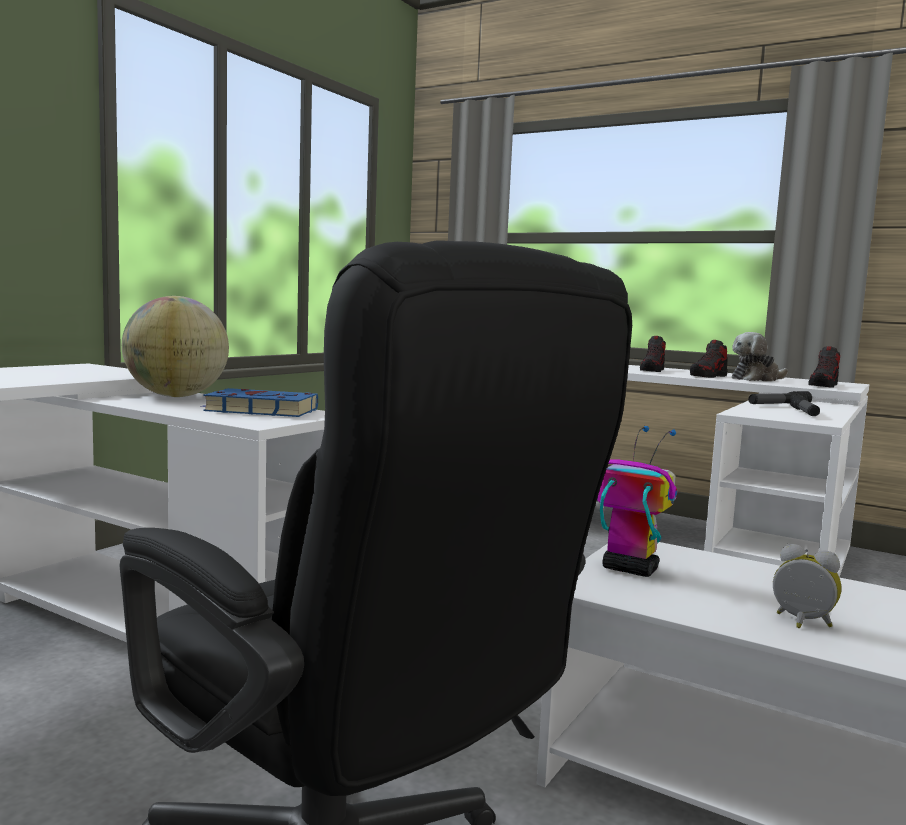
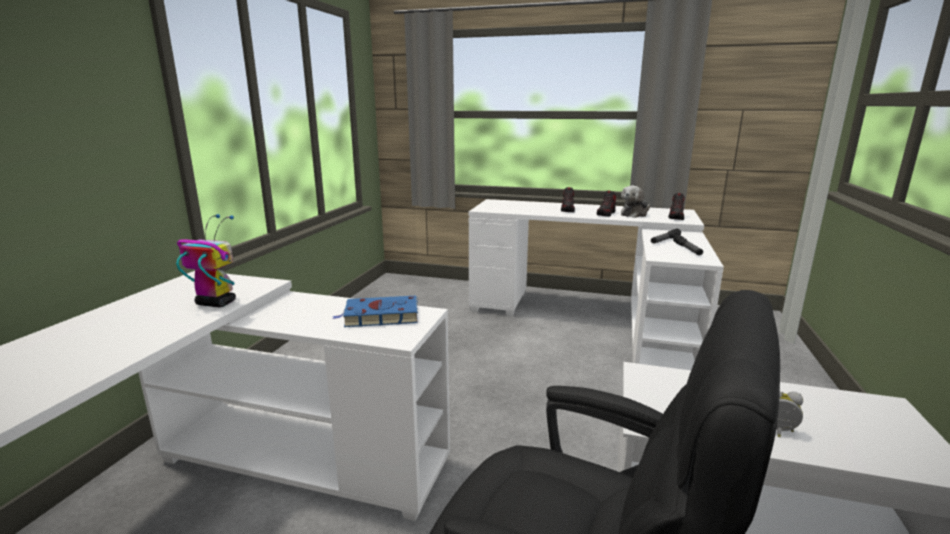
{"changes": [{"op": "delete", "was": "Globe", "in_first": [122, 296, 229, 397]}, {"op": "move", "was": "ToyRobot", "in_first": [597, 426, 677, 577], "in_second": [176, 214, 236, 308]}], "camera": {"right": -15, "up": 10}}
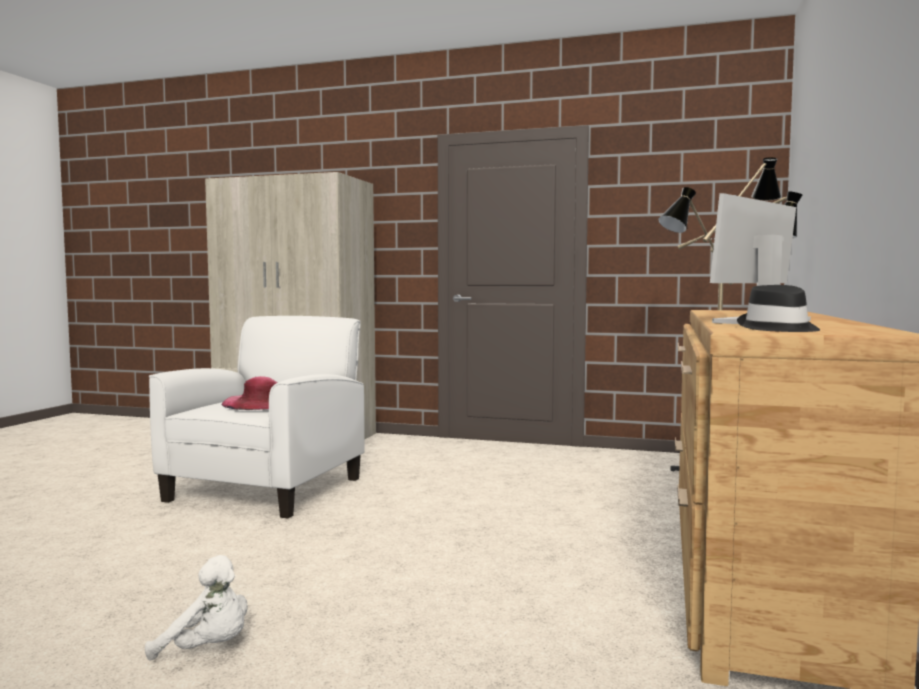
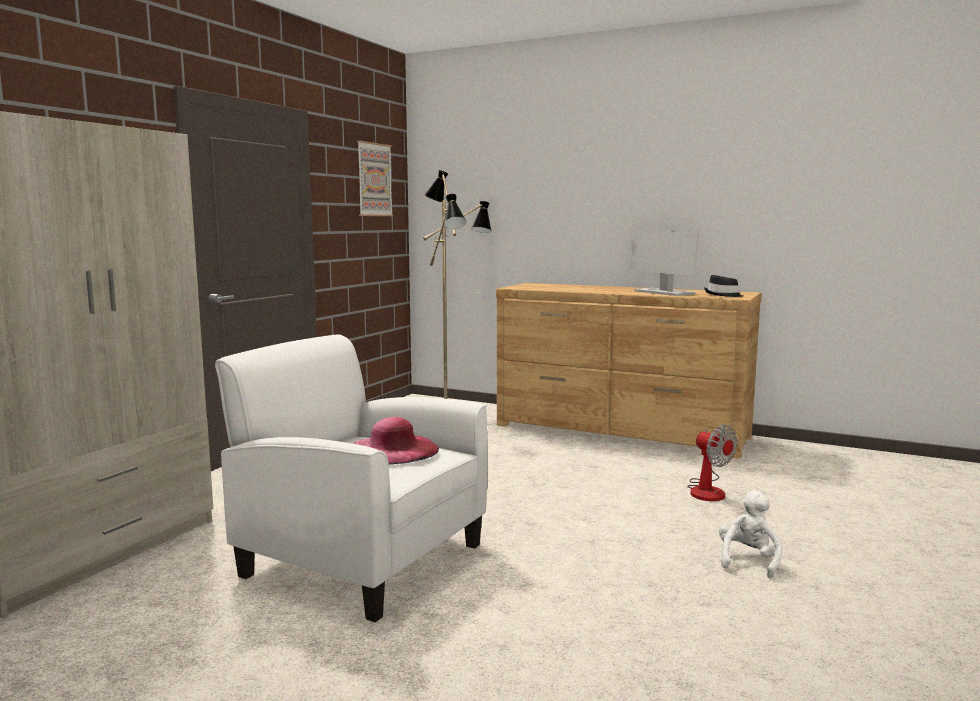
{"changes": [{"op": "insert", "now": "Picture", "in_second": [357, 141, 393, 216]}, {"op": "insert", "now": "Fan", "in_second": [687, 425, 738, 501]}], "camera": {"right": -80, "up": 5}}
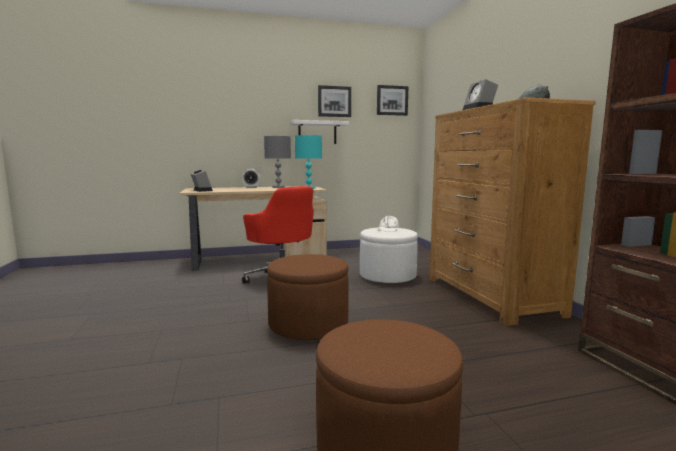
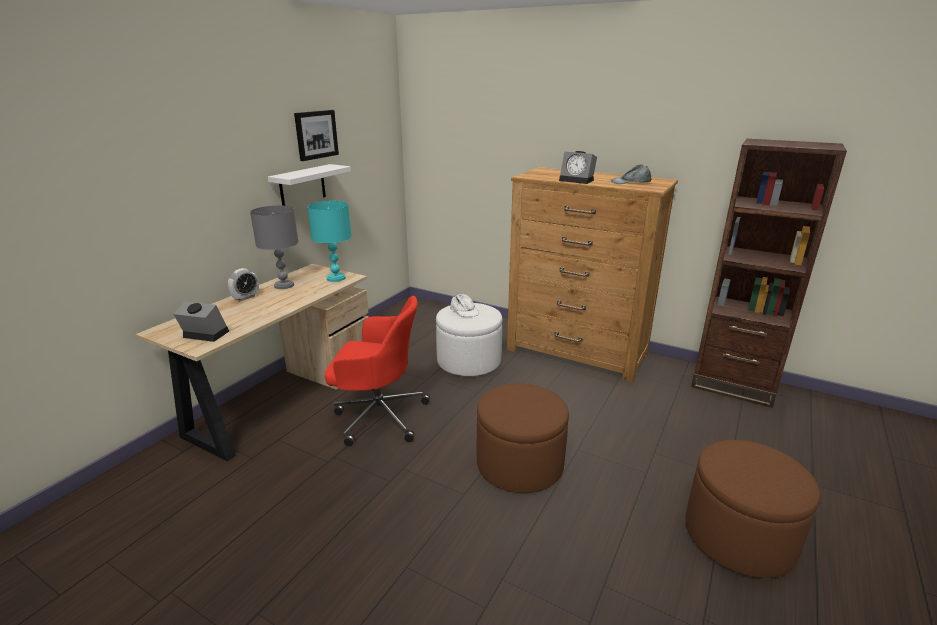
{"changes": [{"op": "delete", "was": "Picture", "in_first": [377, 85, 408, 116]}], "camera": {"right": -45, "up": 15}}
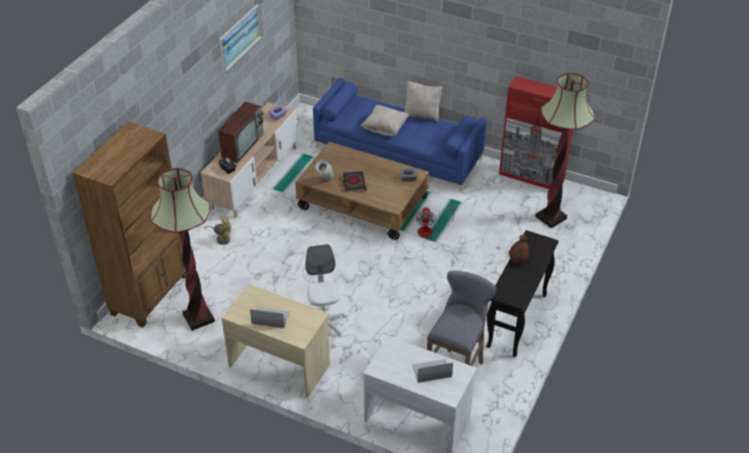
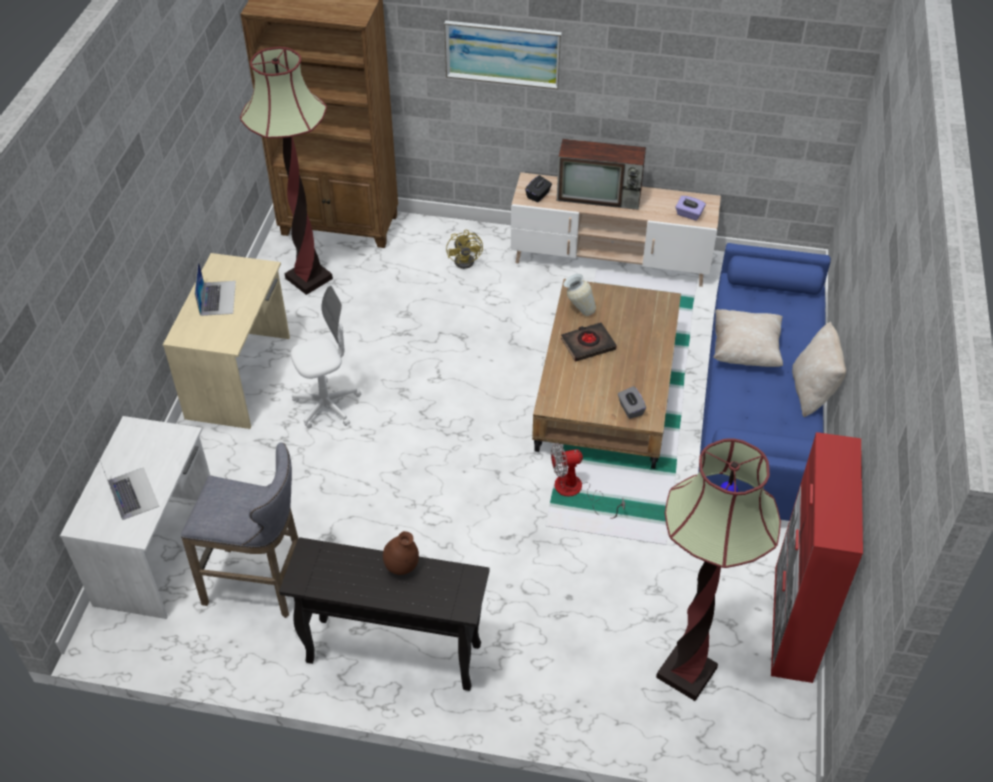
{"changes": [{"op": "move", "was": "Picture", "in_first": [219, 4, 263, 73], "in_second": [444, 20, 562, 90]}], "camera": {"right": 75, "up": 5}}
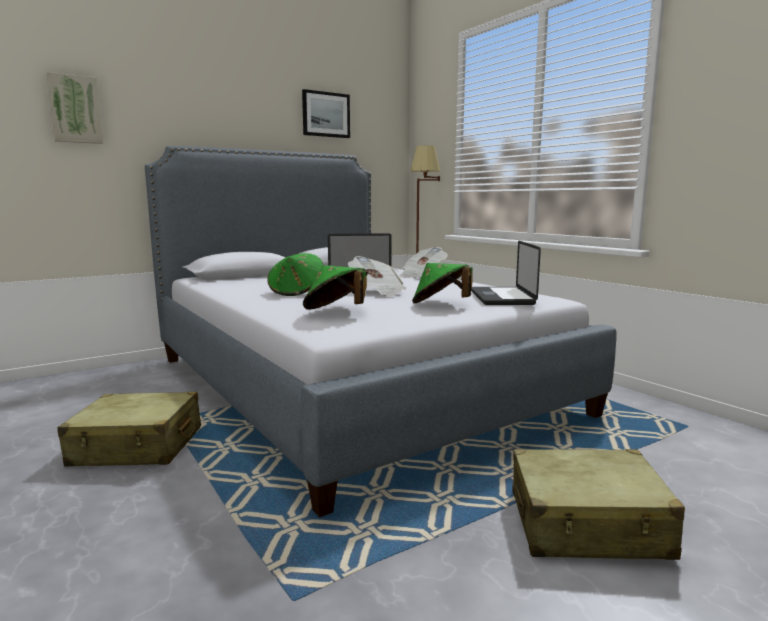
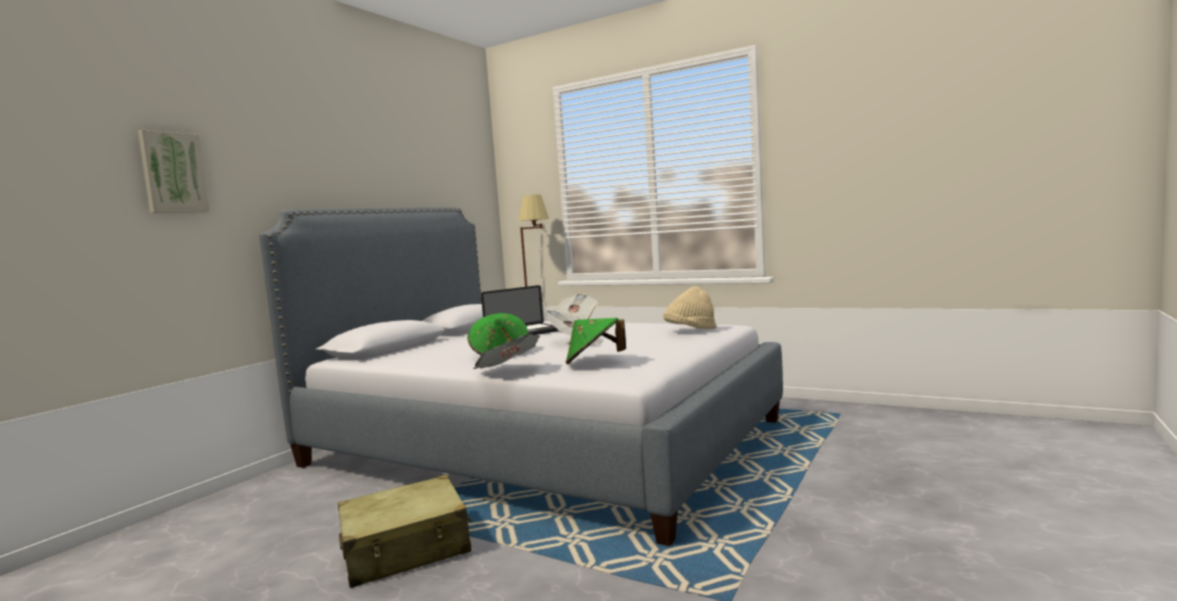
{"changes": [{"op": "delete", "was": "Picture", "in_first": [302, 89, 350, 138]}, {"op": "delete", "was": "GreenHat", "in_first": [412, 263, 473, 304]}, {"op": "replace", "was": "Laptop", "now": "BeigeHat", "in_first": [471, 241, 541, 305], "in_second": [663, 287, 717, 329]}, {"op": "delete", "was": "BeigeSuitcase", "in_first": [512, 449, 685, 560]}, {"op": "insert", "now": "Newspaper", "in_second": [473, 334, 540, 369]}], "camera": {"right": -25, "up": -5}}
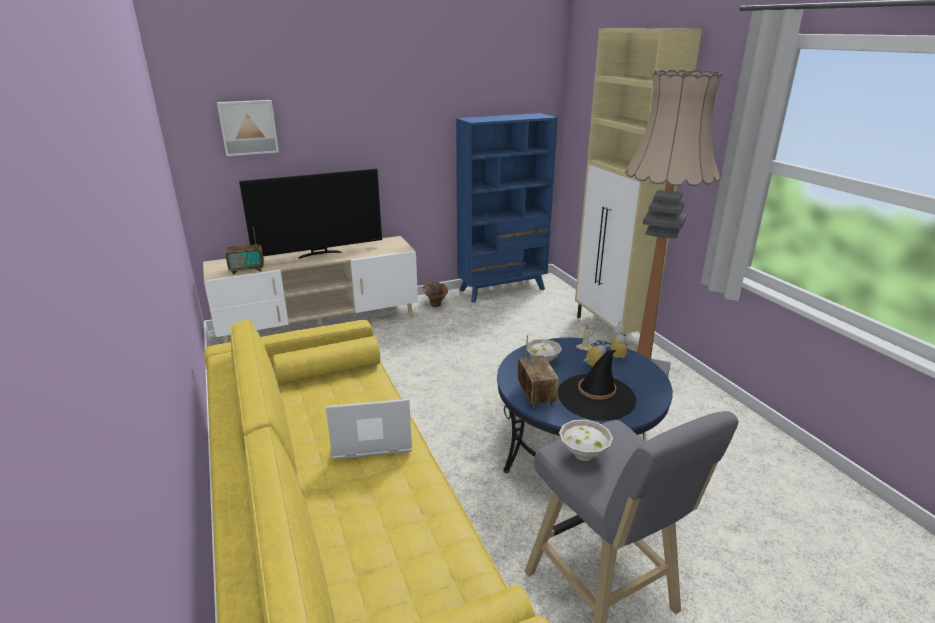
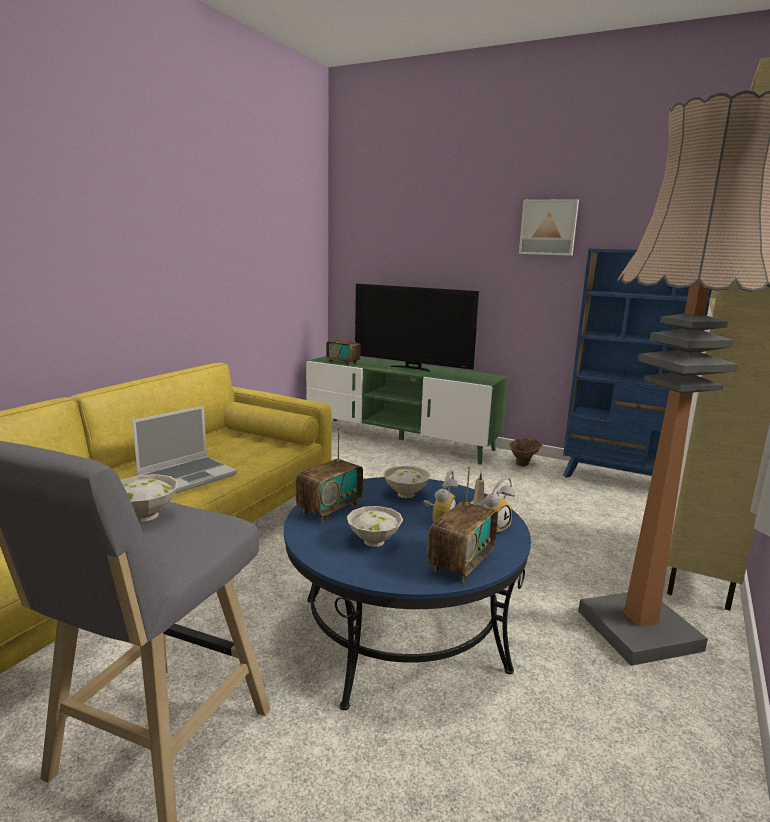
{"changes": [{"op": "recolor", "was": "BeigeTvStand", "now": "GreenTvStand", "in_first": [203, 236, 418, 343], "in_second": [306, 356, 508, 465]}, {"op": "move", "was": "Picture", "in_first": [217, 100, 279, 156], "in_second": [519, 199, 579, 256]}, {"op": "rotate", "was": "Laptop", "in_first": [326, 399, 412, 460], "in_second": [132, 406, 237, 494], "clockwise": 90}, {"op": "replace", "was": "BlackHat", "now": "WhiteBowl", "in_first": [558, 350, 637, 420], "in_second": [347, 506, 403, 547]}, {"op": "insert", "now": "Radio", "in_second": [427, 466, 498, 583]}], "camera": {"right": 50, "up": -10}}
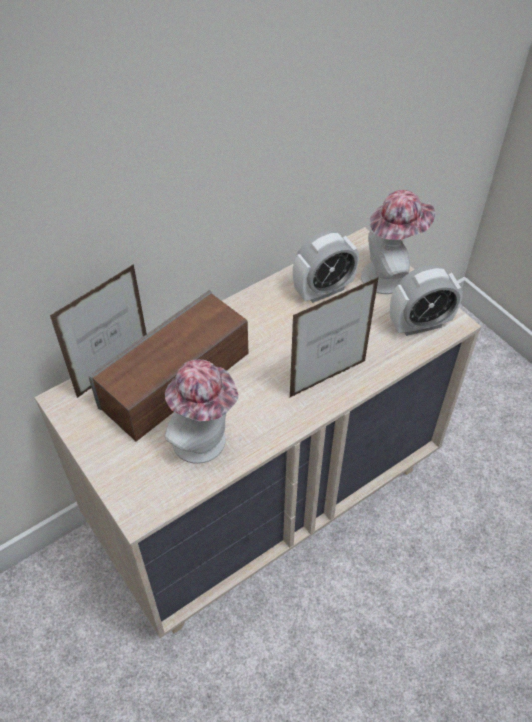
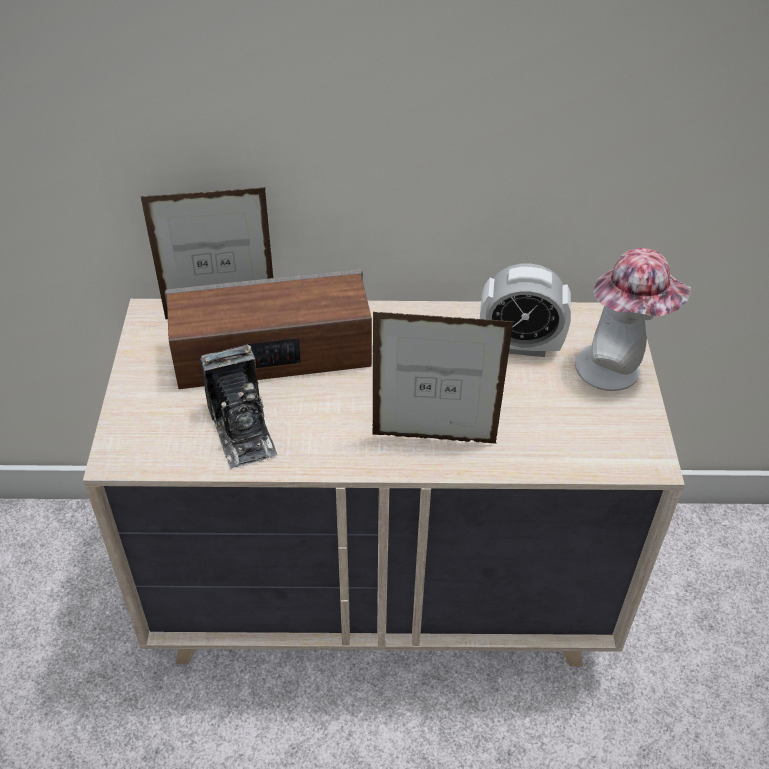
{"changes": [{"op": "replace", "was": "Hat", "now": "PhotoCamera", "in_first": [164, 359, 239, 464], "in_second": [200, 345, 278, 469]}, {"op": "delete", "was": "AlarmClock", "in_first": [390, 265, 463, 336]}], "camera": {"right": 35, "up": -5}}
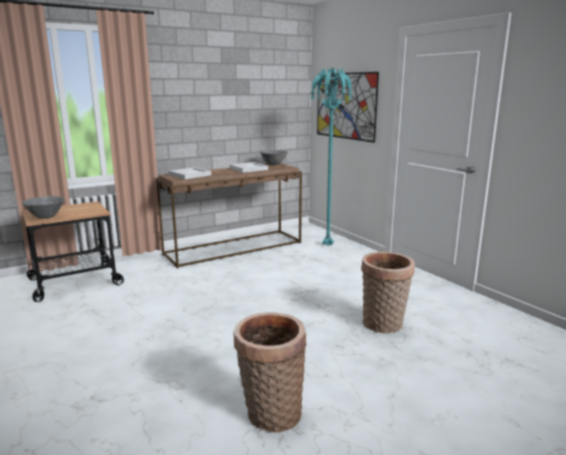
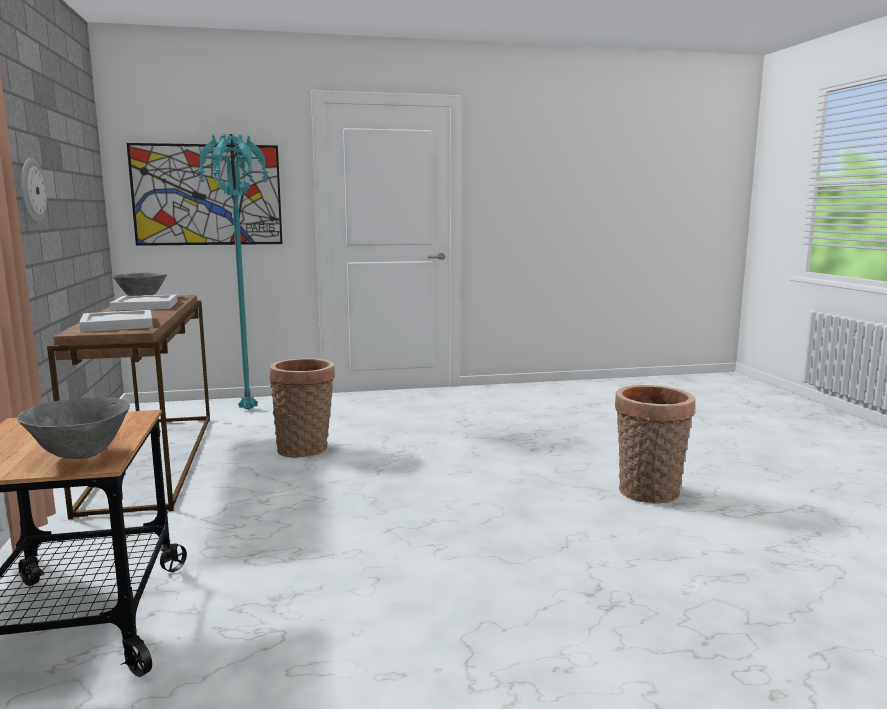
{"changes": [{"op": "move", "was": "Basket", "in_first": [361, 252, 415, 333], "in_second": [270, 358, 335, 458]}, {"op": "insert", "now": "WallClock", "in_second": [21, 158, 47, 223]}], "camera": {"right": -70, "up": -5}}
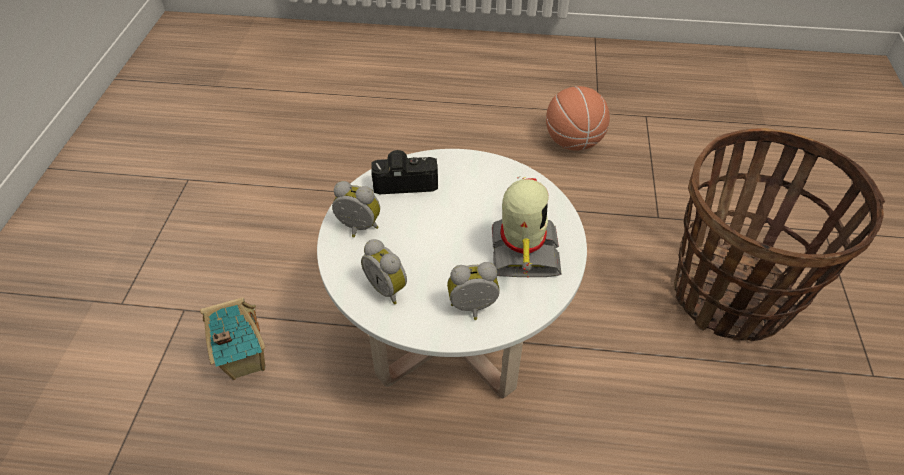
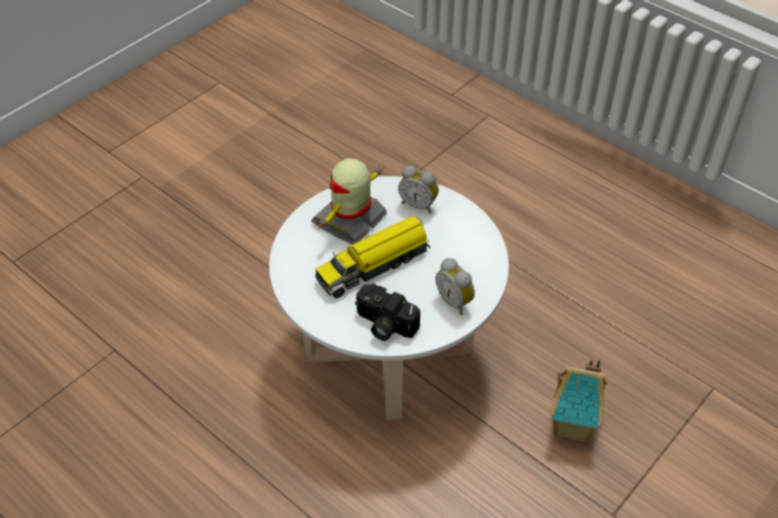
{"changes": [{"op": "delete", "was": "AlarmClock", "in_first": [361, 239, 407, 304]}, {"op": "delete", "was": "Basketball", "in_first": [546, 86, 610, 151]}, {"op": "delete", "was": "Basket", "in_first": [674, 128, 885, 341]}, {"op": "insert", "now": "ToyTruck", "in_second": [315, 216, 430, 298]}], "camera": {"right": -145, "up": 0}}
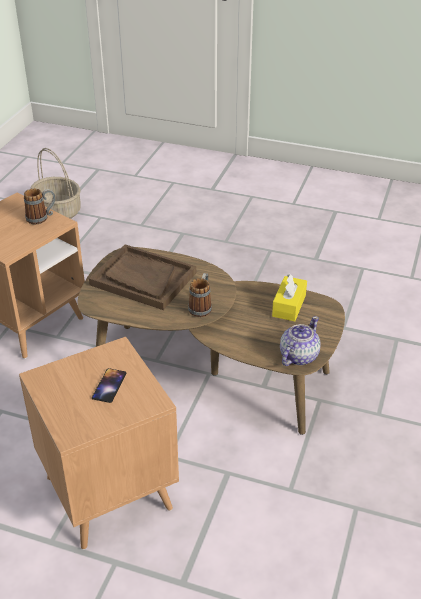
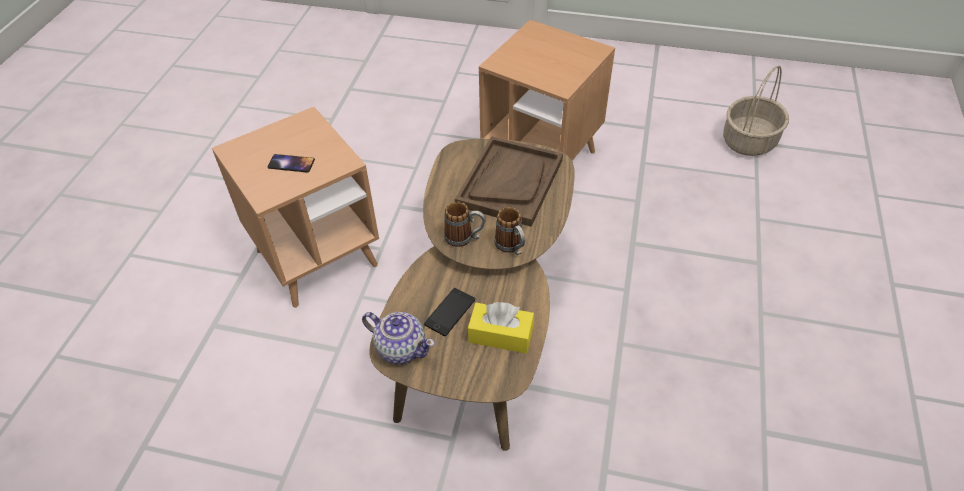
{"changes": [{"op": "move", "was": "Mug", "in_first": [24, 188, 55, 224], "in_second": [494, 207, 525, 255]}, {"op": "insert", "now": "Phone", "in_second": [424, 288, 475, 336]}], "camera": {"right": 85, "up": 10}}
